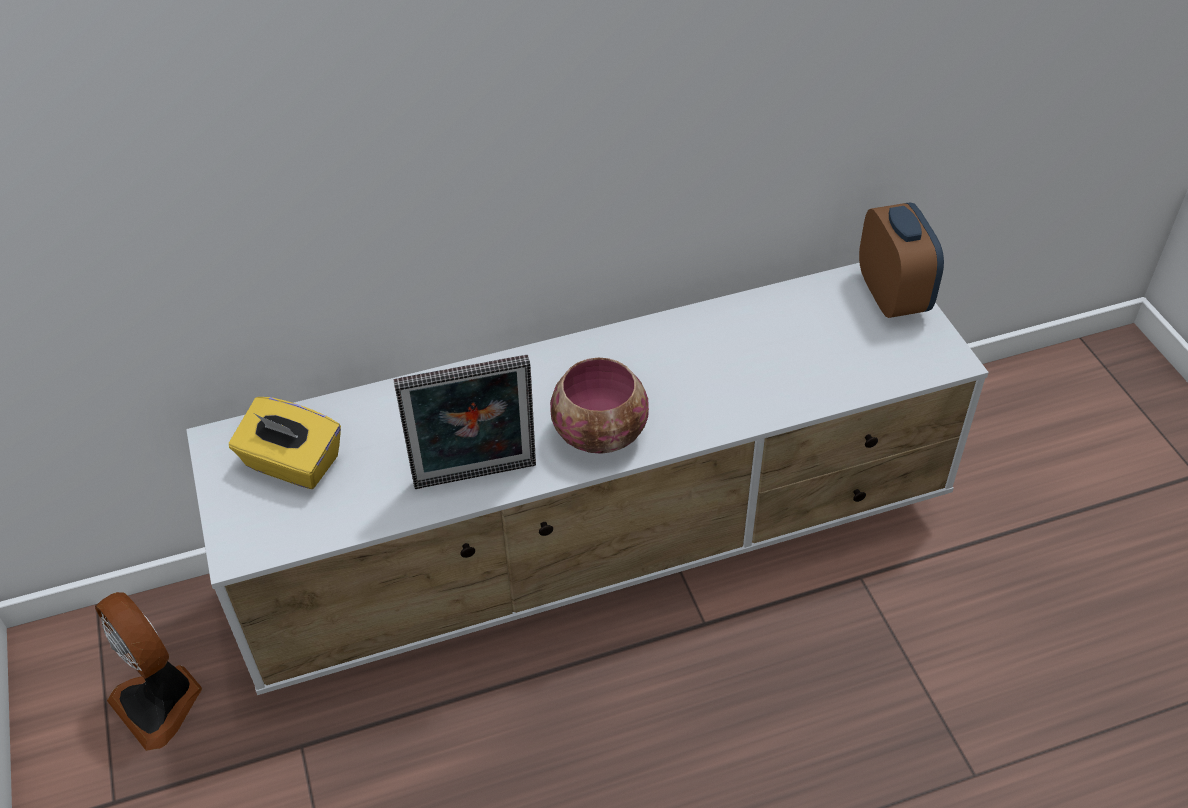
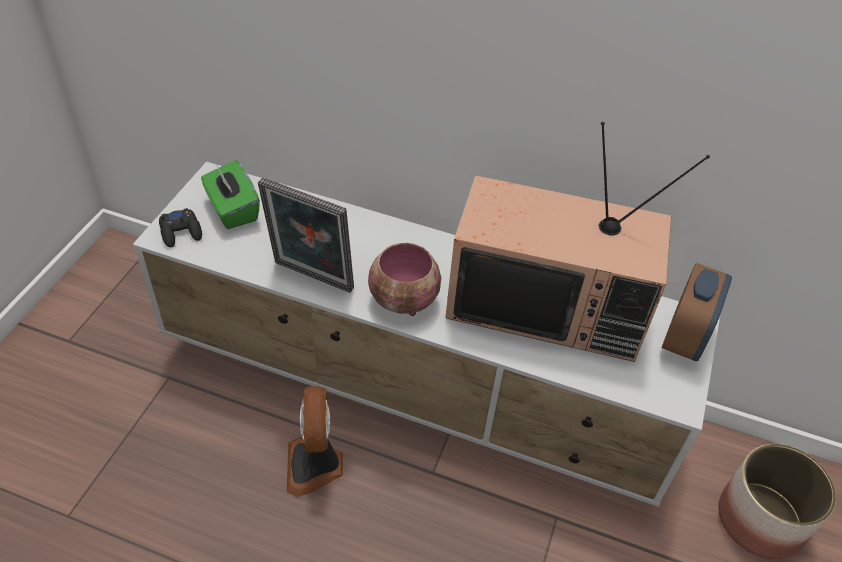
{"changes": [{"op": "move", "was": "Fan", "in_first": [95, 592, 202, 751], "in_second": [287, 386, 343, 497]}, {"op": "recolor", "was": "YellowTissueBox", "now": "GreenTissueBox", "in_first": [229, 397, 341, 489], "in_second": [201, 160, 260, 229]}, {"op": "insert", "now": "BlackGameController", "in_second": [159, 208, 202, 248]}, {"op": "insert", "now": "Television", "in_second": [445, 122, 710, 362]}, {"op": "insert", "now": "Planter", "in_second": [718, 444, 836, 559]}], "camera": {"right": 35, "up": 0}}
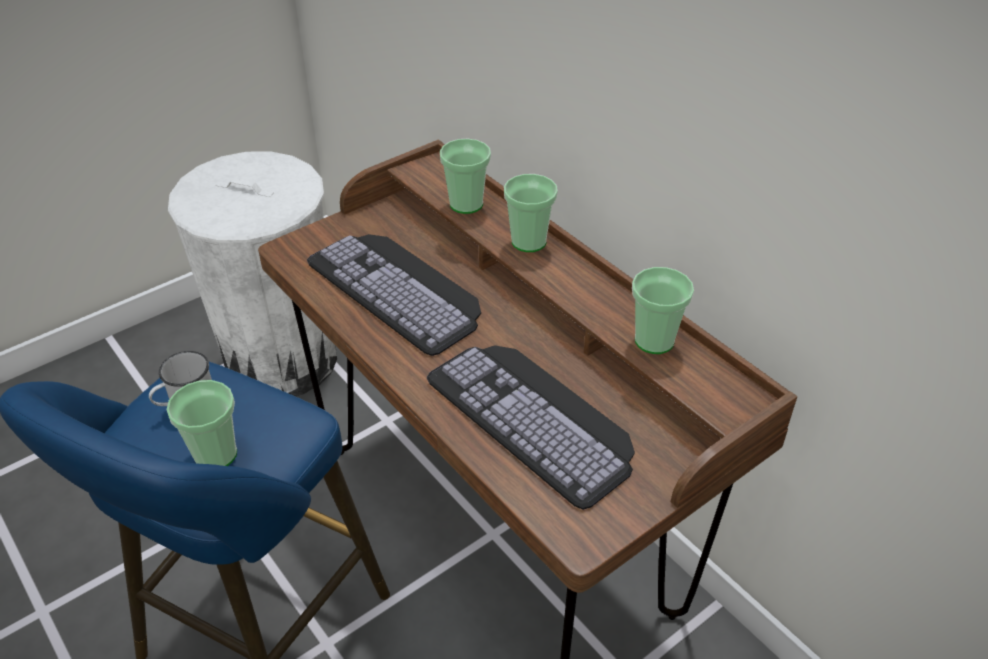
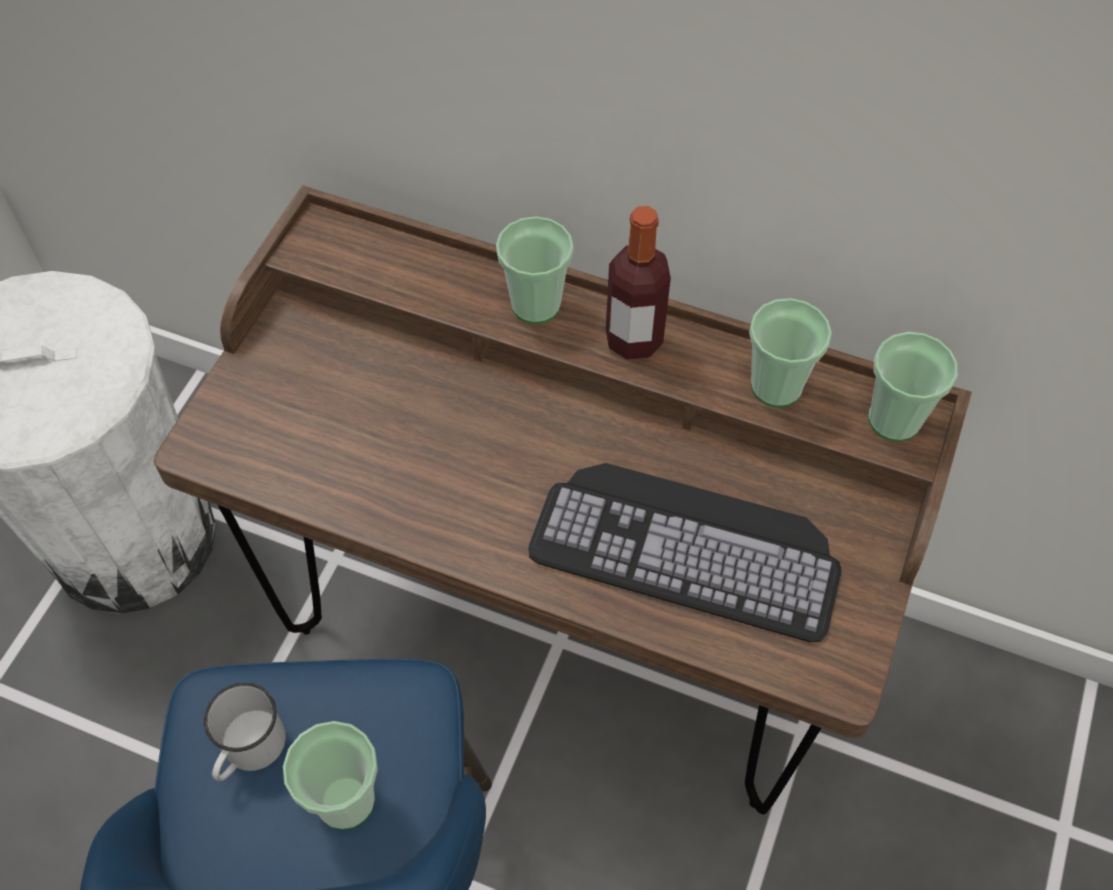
{"changes": [{"op": "delete", "was": "Keyboard", "in_first": [307, 234, 481, 356]}, {"op": "move", "was": "Cup", "in_first": [440, 139, 491, 214], "in_second": [868, 332, 958, 442]}, {"op": "insert", "now": "Bottle", "in_second": [606, 206, 671, 360]}], "camera": {"right": -30, "up": 15}}
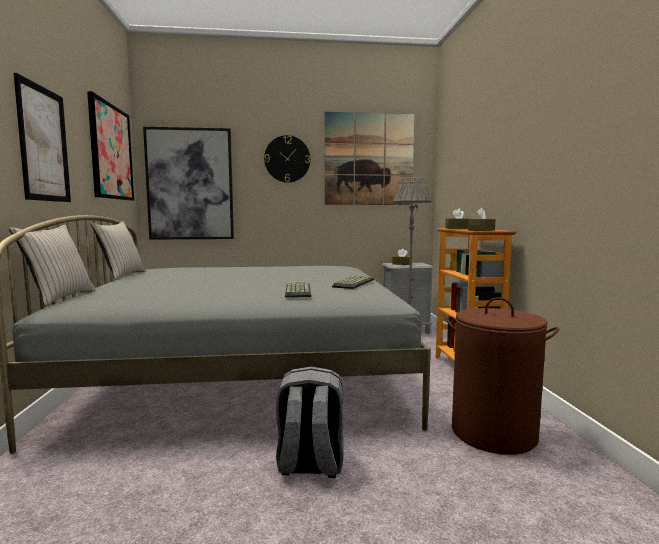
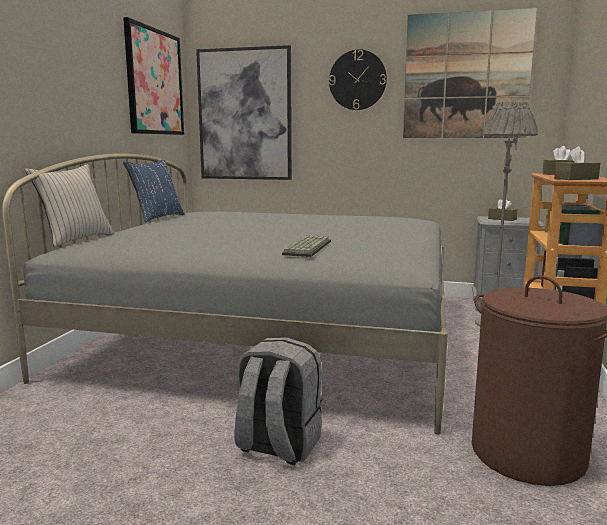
{"changes": [{"op": "delete", "was": "Picture", "in_first": [14, 73, 71, 202]}, {"op": "recolor", "was": "BeigePillow", "now": "BluePillow", "in_first": [91, 221, 145, 279], "in_second": [123, 159, 185, 223]}, {"op": "delete", "was": "Keyboard", "in_first": [332, 275, 374, 289]}], "camera": {"right": 20, "up": 5}}
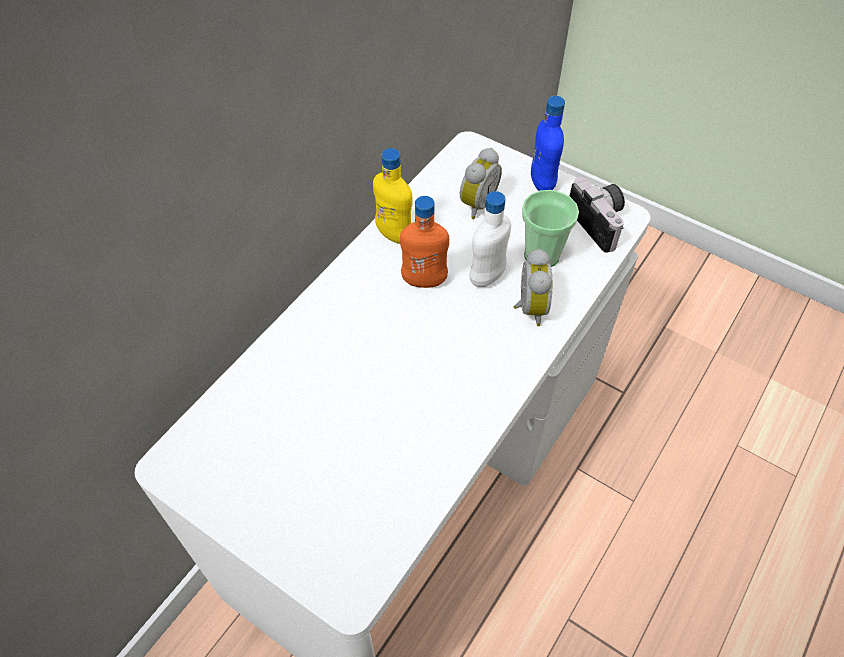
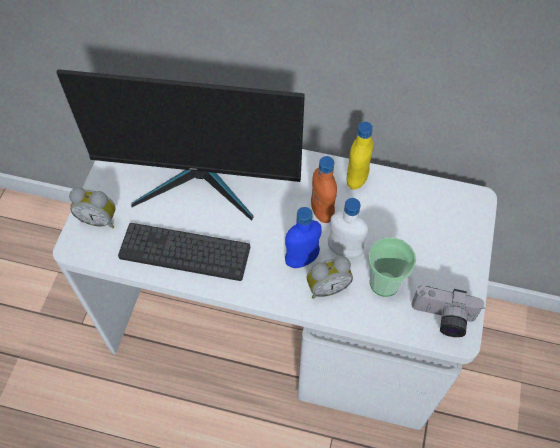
{"changes": [{"op": "move", "was": "AlarmClock", "in_first": [460, 148, 502, 219], "in_second": [69, 187, 116, 228]}, {"op": "move", "was": "BlueBottle", "in_first": [531, 96, 565, 191], "in_second": [285, 207, 322, 268]}, {"op": "rotate", "was": "PhotoCamera", "in_first": [570, 177, 625, 253], "in_second": [411, 286, 485, 337], "clockwise": 60}, {"op": "insert", "now": "Monitor", "in_second": [56, 69, 305, 221]}, {"op": "insert", "now": "Keyboard", "in_second": [118, 223, 250, 281]}], "camera": {"right": 70, "up": 5}}
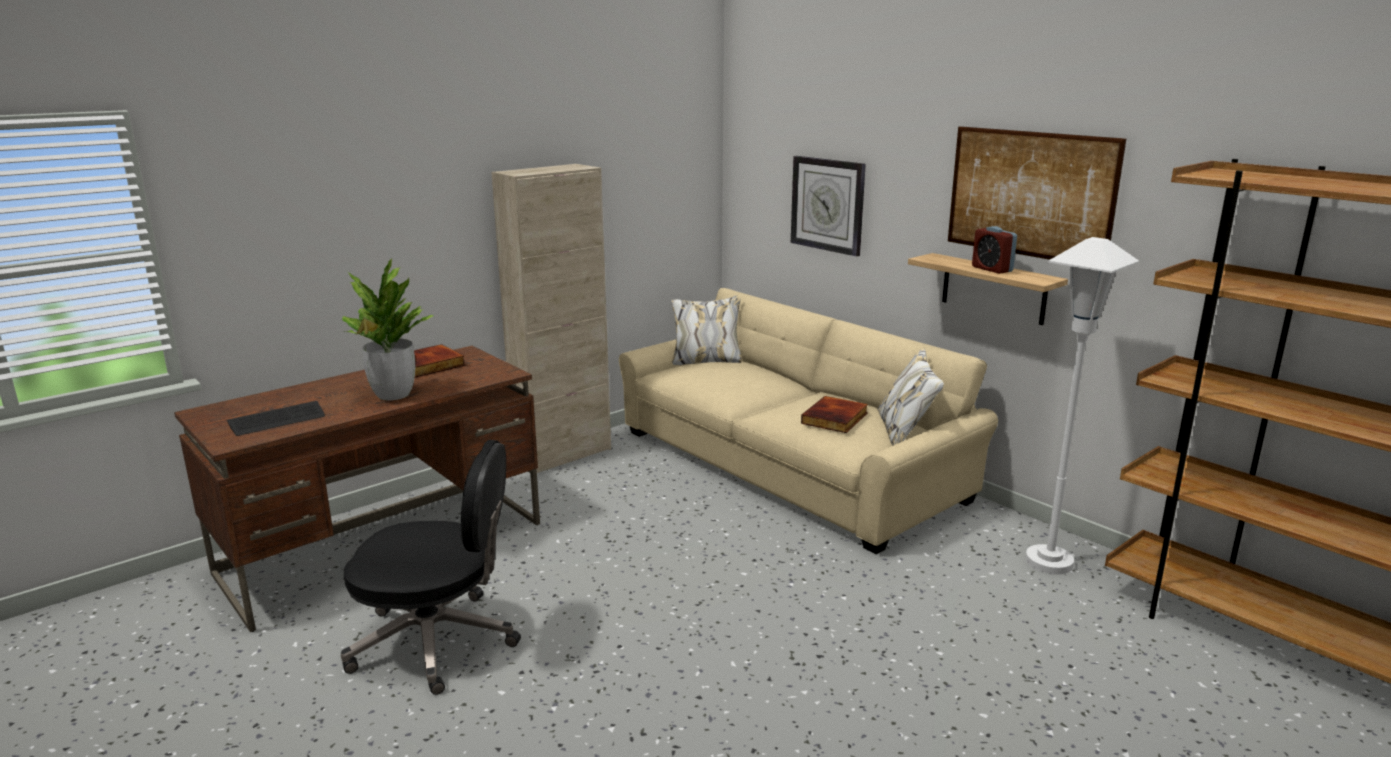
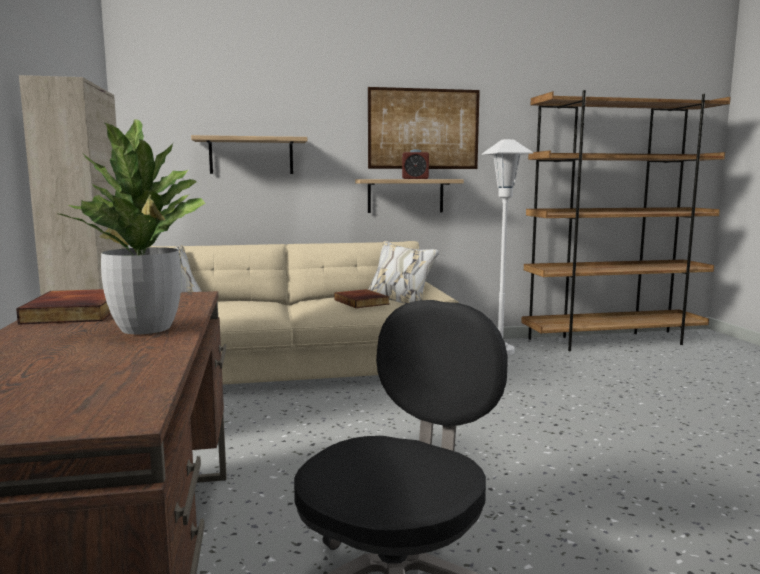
{"changes": [{"op": "delete", "was": "Keyboard", "in_first": [227, 401, 325, 436]}, {"op": "replace", "was": "WallClock", "now": "Shelf", "in_first": [791, 156, 866, 257], "in_second": [191, 135, 307, 174]}], "camera": {"right": -60, "up": -10}}
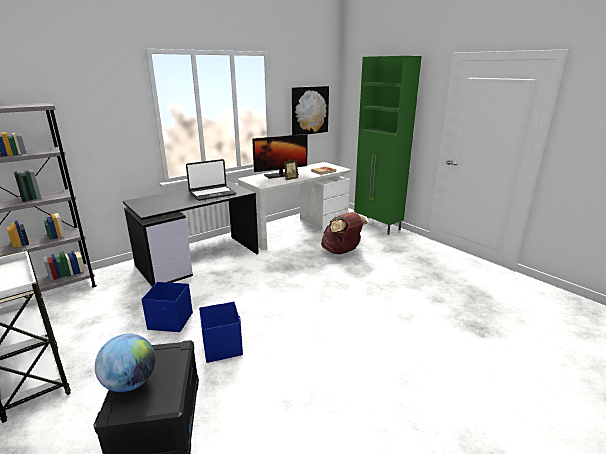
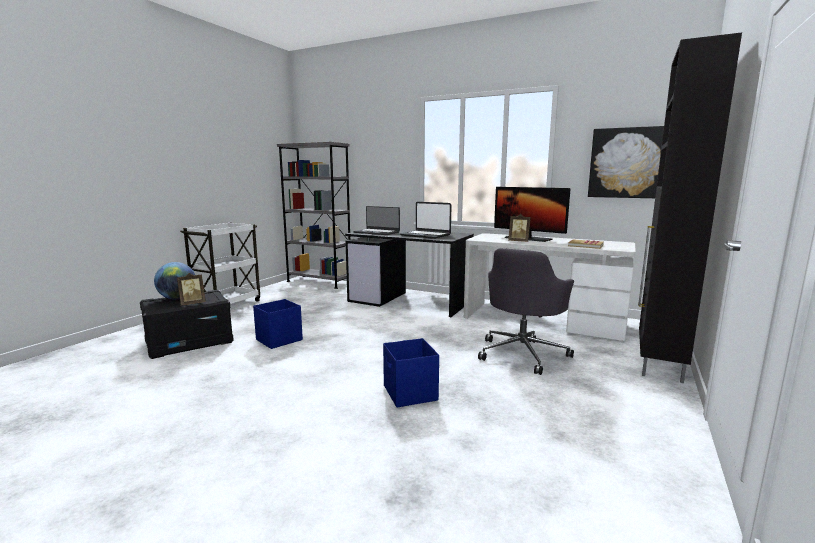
{"changes": [{"op": "move", "was": "BlueStorageBox", "in_first": [141, 282, 193, 332], "in_second": [383, 338, 439, 407]}, {"op": "replace", "was": "BrownBackpack", "now": "GreyOfficeChair", "in_first": [321, 212, 368, 254], "in_second": [478, 248, 574, 375]}, {"op": "recolor", "was": "GreenCabinet", "now": "BlackCabinet", "in_first": [354, 56, 422, 235], "in_second": [638, 33, 742, 383]}, {"op": "insert", "now": "PictureFrame", "in_second": [177, 273, 206, 306]}, {"op": "insert", "now": "Laptop", "in_second": [354, 206, 400, 235]}], "camera": {"right": 65, "up": -10}}
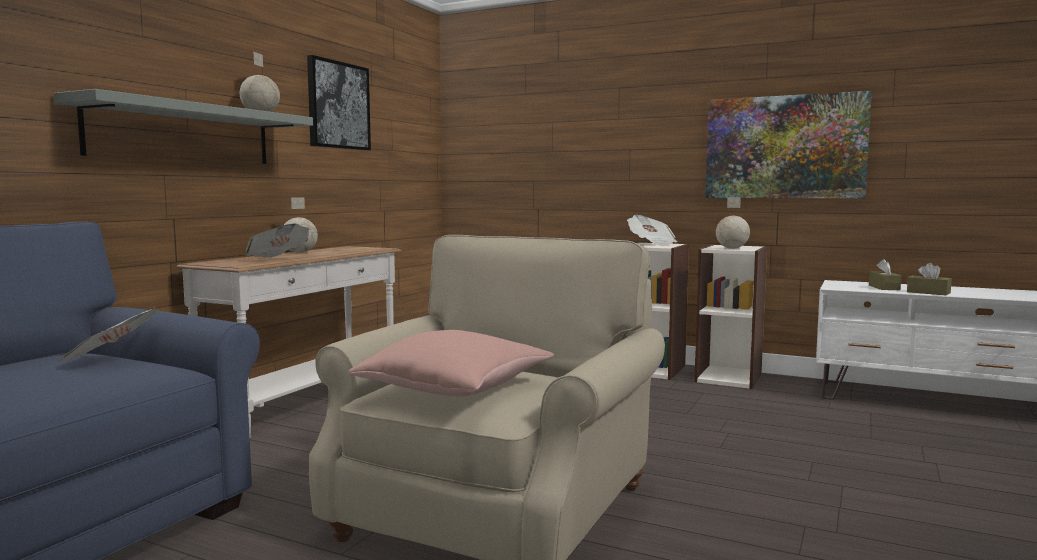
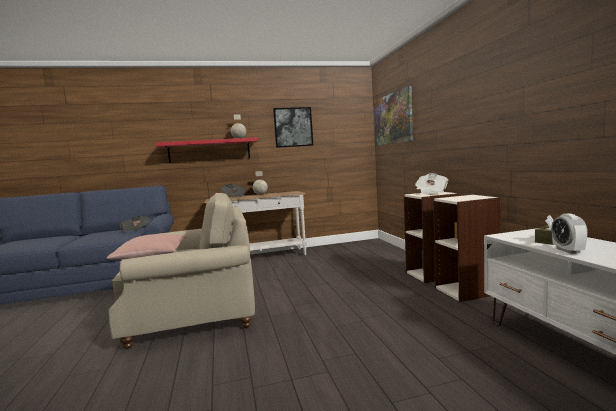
{"changes": [{"op": "recolor", "was": "GreyShelf", "now": "RedShelf", "in_first": [54, 89, 313, 164], "in_second": [156, 137, 258, 163]}, {"op": "move", "was": "Picture", "in_first": [705, 91, 872, 199], "in_second": [374, 86, 413, 146]}, {"op": "delete", "was": "Globe", "in_first": [716, 197, 750, 249]}, {"op": "replace", "was": "BrownTissueBox", "now": "AlarmClock", "in_first": [907, 263, 952, 295], "in_second": [551, 213, 588, 254]}], "camera": {"right": 50, "up": 0}}
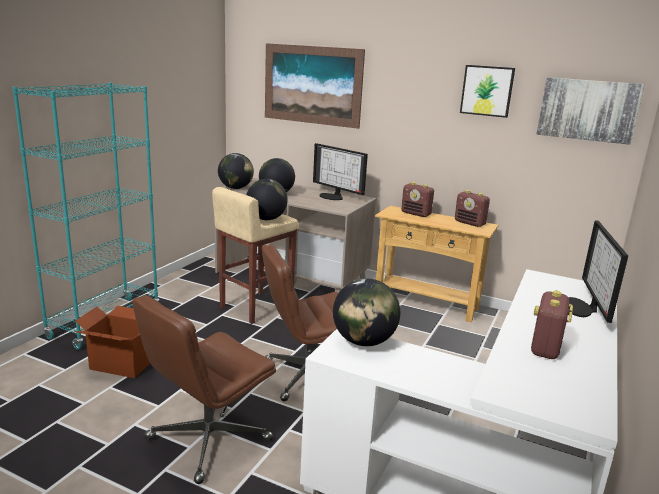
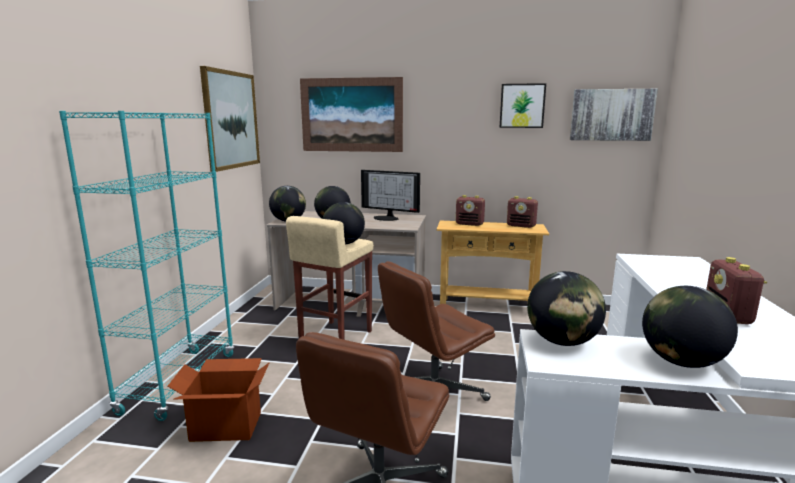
{"changes": [{"op": "delete", "was": "Monitor", "in_first": [568, 220, 628, 323]}, {"op": "insert", "now": "Picture", "in_second": [200, 66, 260, 172]}, {"op": "insert", "now": "Globe", "in_second": [642, 286, 738, 368]}], "camera": {"right": -15, "up": -5}}
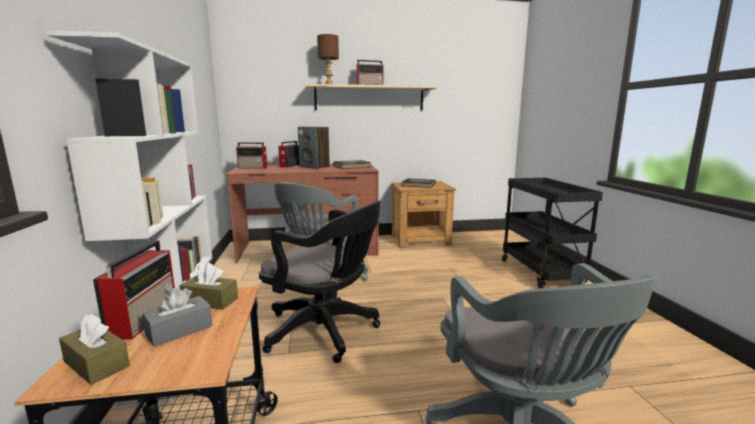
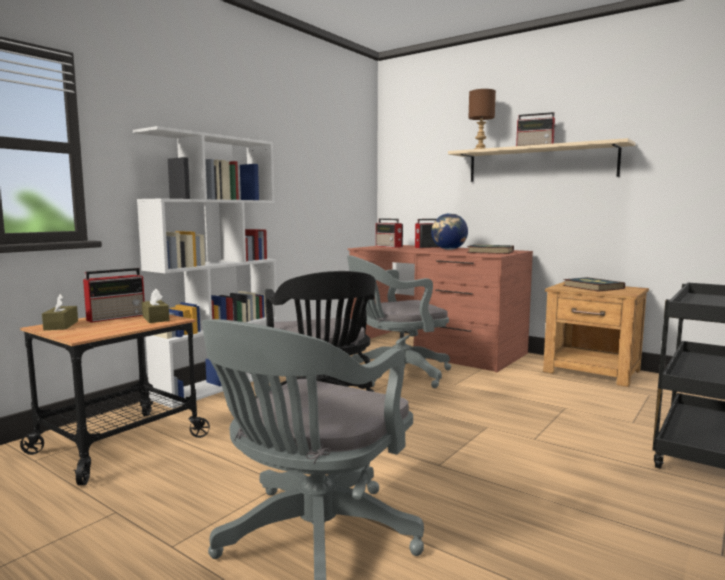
{"changes": [{"op": "delete", "was": "GreyTissueBox", "in_first": [142, 288, 213, 347]}, {"op": "replace", "was": "Speaker", "now": "Globe", "in_first": [298, 127, 330, 169], "in_second": [431, 213, 468, 250]}], "camera": {"right": 45, "up": -5}}
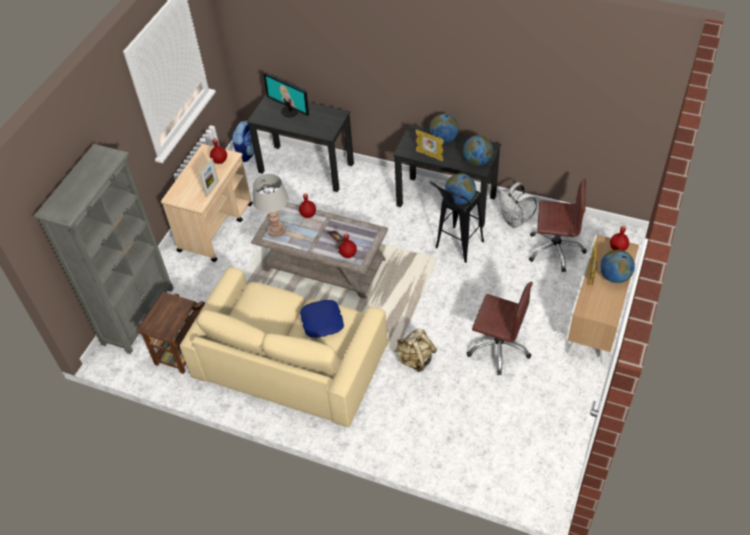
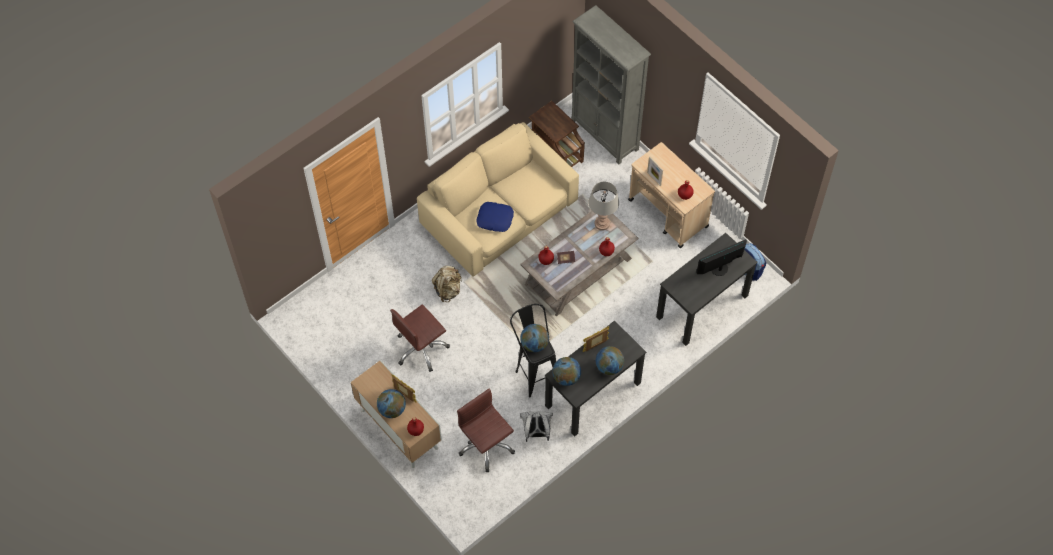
{"changes": [{"op": "rotate", "was": "BrownOfficeChair", "in_first": [529, 179, 586, 272], "in_second": [457, 388, 515, 472], "clockwise": 105}], "camera": {"right": 115, "up": 10}}
